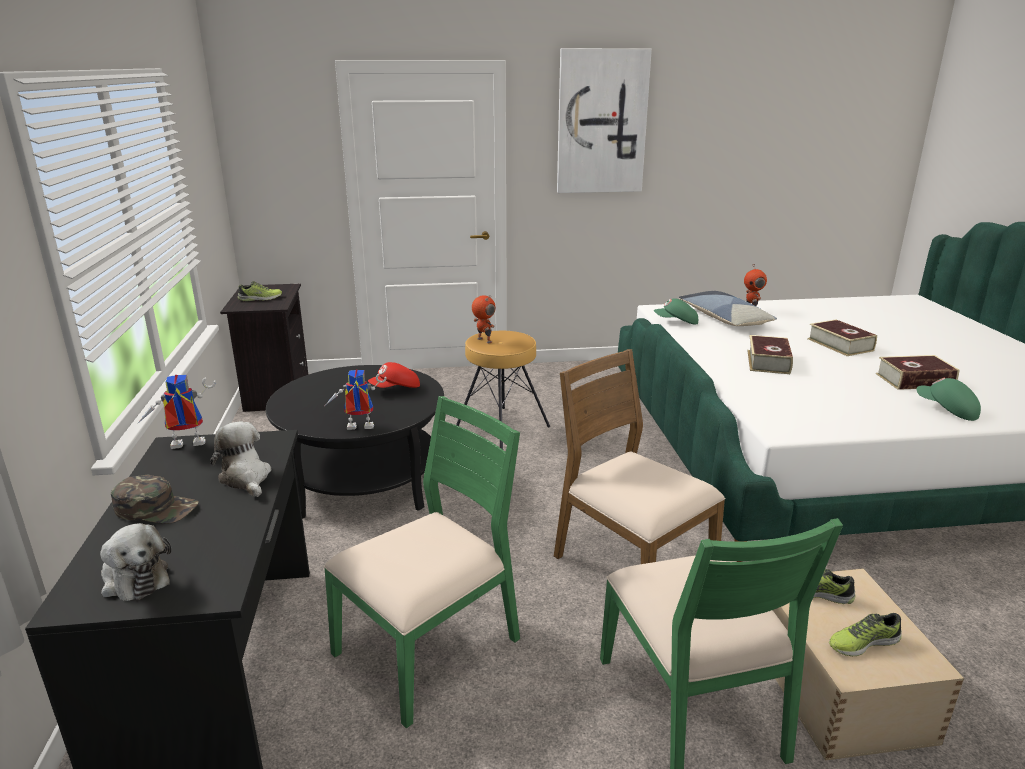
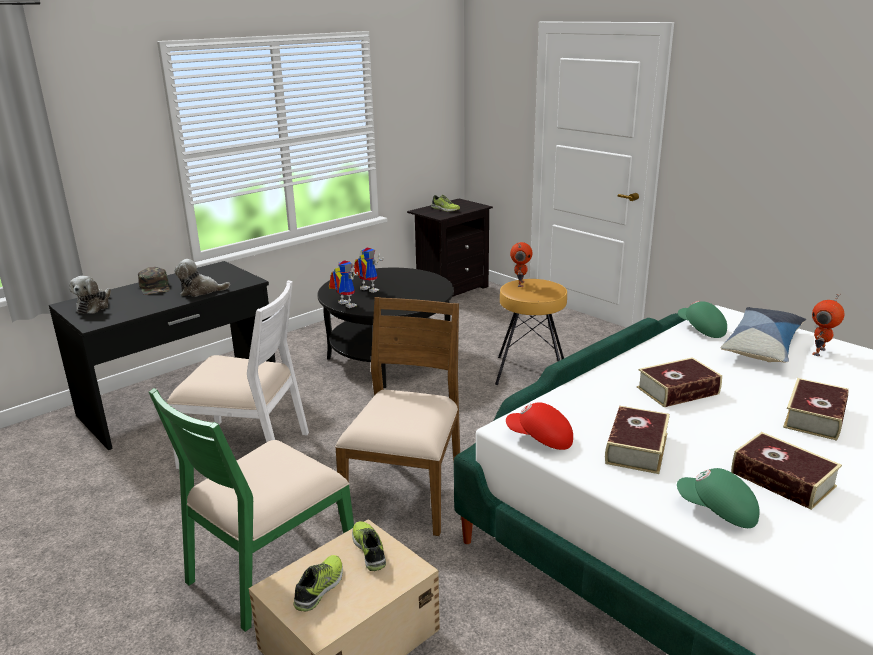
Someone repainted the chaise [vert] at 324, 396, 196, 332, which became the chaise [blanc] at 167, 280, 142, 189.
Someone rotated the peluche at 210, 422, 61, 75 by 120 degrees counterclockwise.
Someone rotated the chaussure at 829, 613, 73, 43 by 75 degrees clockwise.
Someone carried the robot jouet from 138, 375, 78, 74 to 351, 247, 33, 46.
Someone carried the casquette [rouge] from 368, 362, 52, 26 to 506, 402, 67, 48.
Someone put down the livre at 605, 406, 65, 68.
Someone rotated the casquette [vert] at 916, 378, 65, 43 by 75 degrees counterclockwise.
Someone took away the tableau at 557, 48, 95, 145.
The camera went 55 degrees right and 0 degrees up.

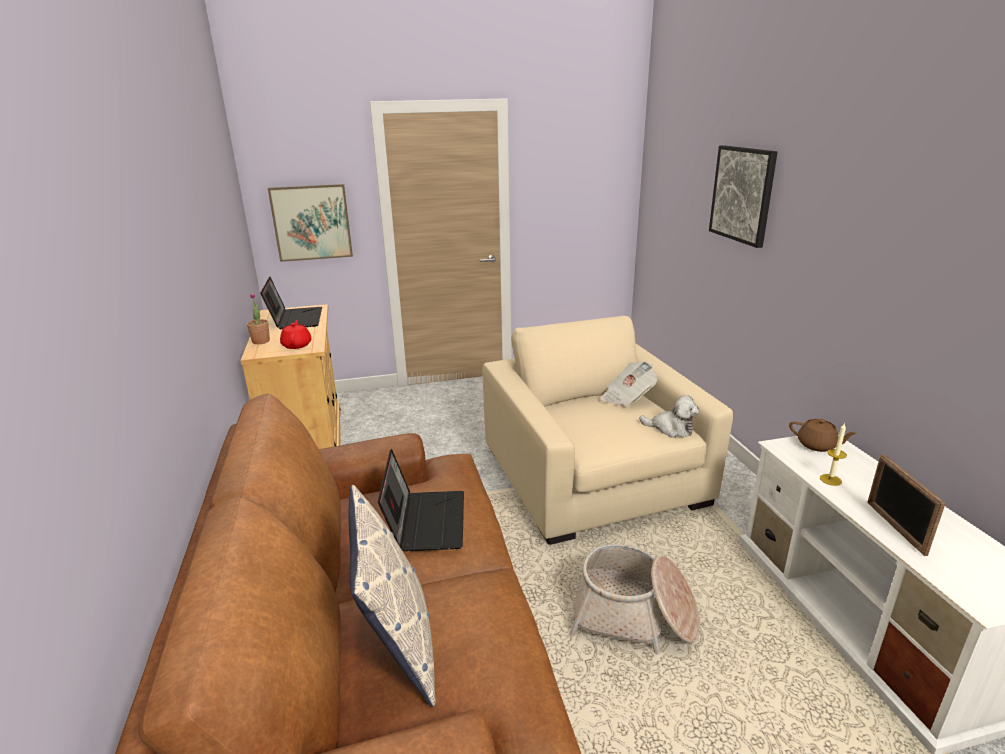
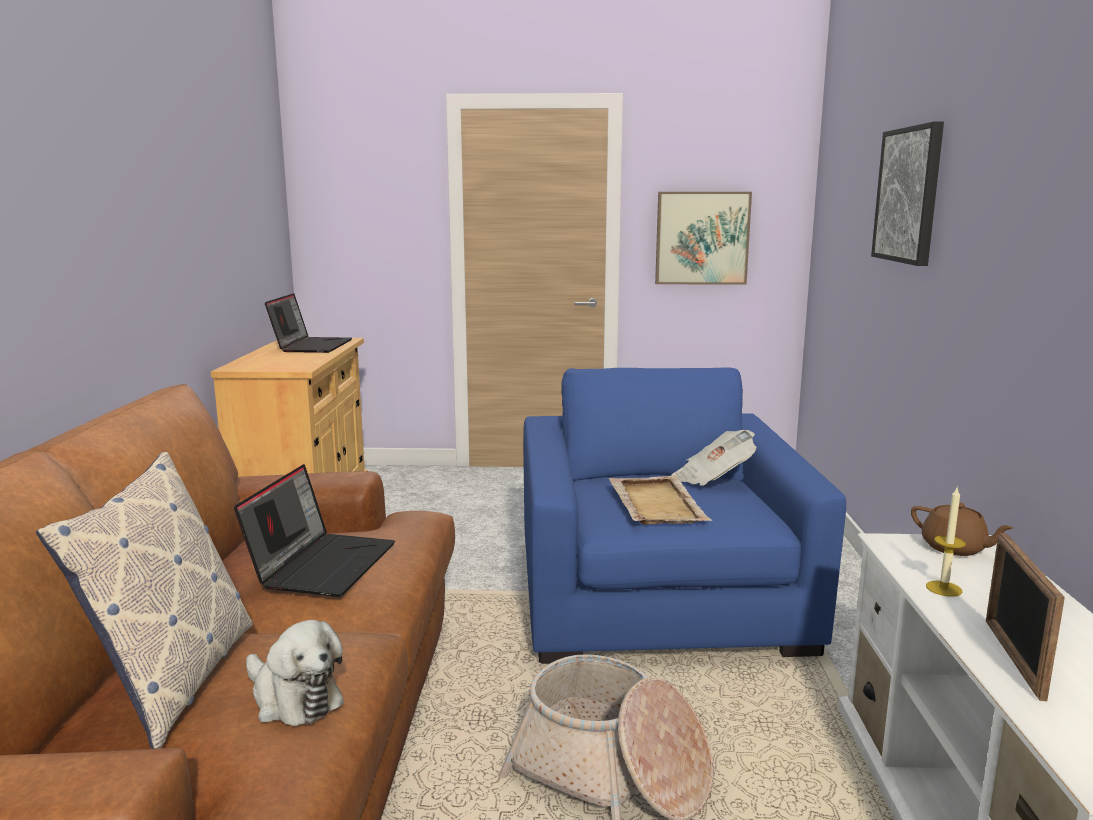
Someone carried the peluche from 639, 395, 60, 43 to 246, 620, 98, 106.
Someone repainted the fauteuil [beige] at 483, 316, 250, 229, which became the fauteuil [bleu] at 523, 367, 323, 297.
Someone put down the plateau [beige] at 609, 476, 103, 49.
Someone carried the tableau from 268, 184, 85, 78 to 655, 192, 97, 93.
Someone took away the plante en pot at 247, 292, 23, 52.
Someone took away the théière [rouge] at 280, 320, 31, 29.
The camera went 15 degrees right and 10 degrees down.

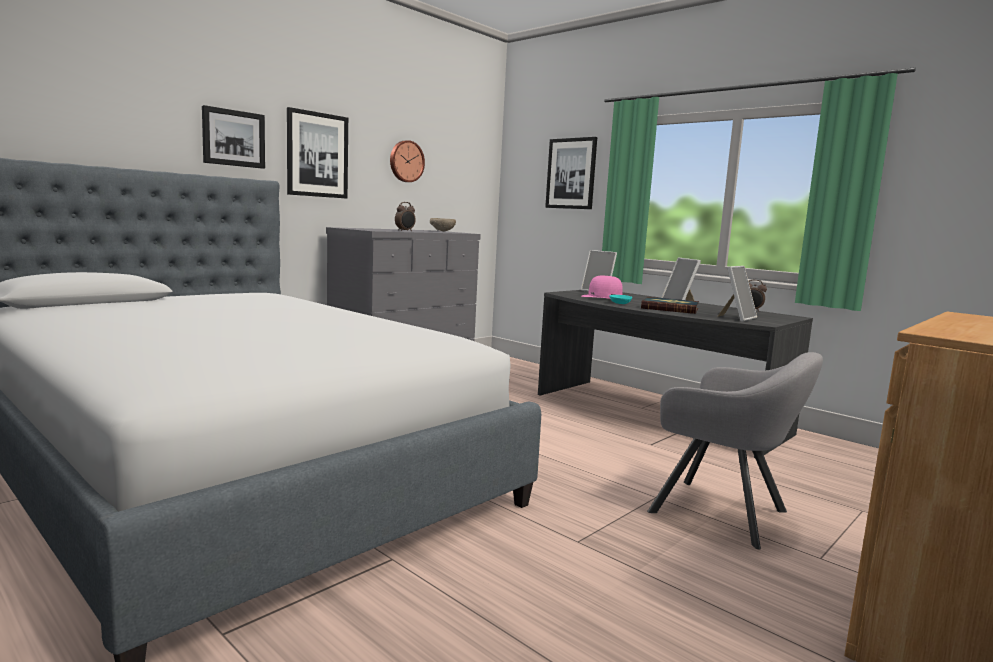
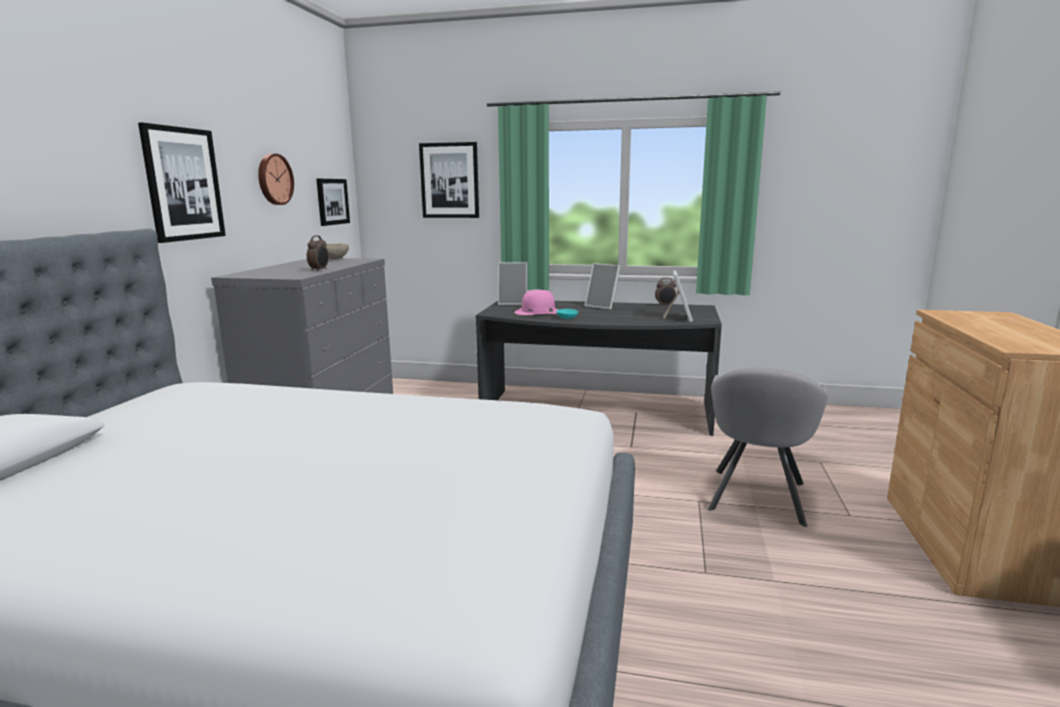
Someone carried the tableau from 202, 105, 63, 64 to 316, 179, 34, 47.
Someone rotated the fauteuil [gris] at 647, 352, 176, 198 by 105 degrees clockwise.
Someone took away the livre at 641, 297, 58, 17.
The camera went 30 degrees left and 5 degrees up.

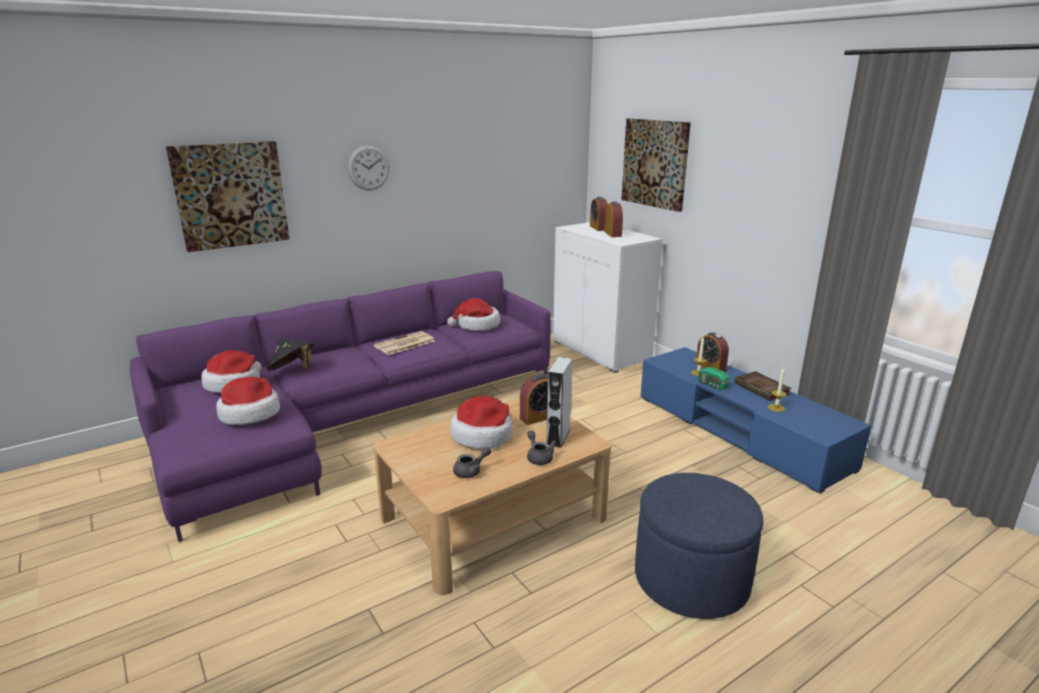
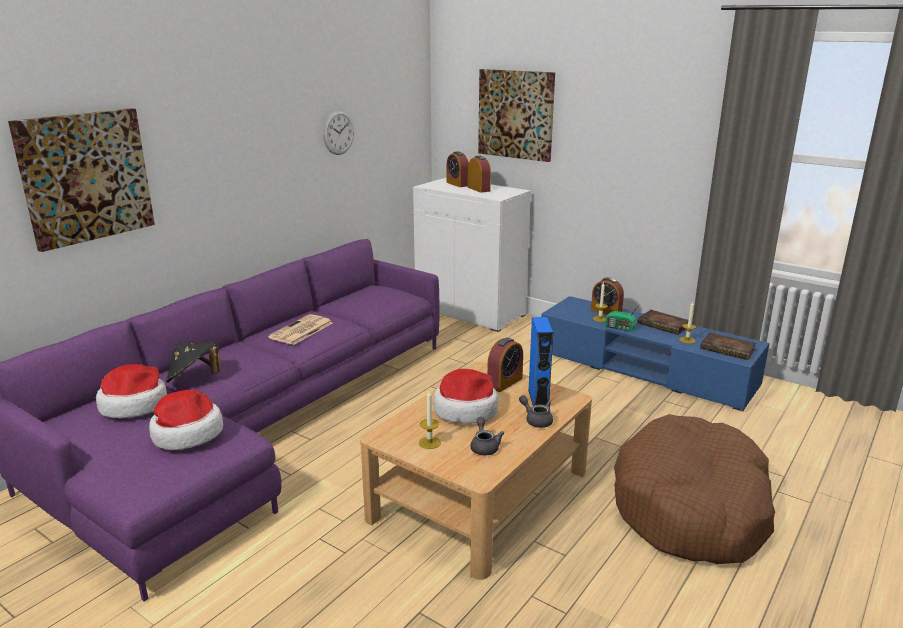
Someone carried the horloge murale from 348, 145, 42, 46 to 323, 110, 31, 45.
Someone put down the bougie at 419, 391, 22, 58.
Someone rotated the théière [gris] at 453, 447, 38, 31 by 45 degrees counterclockwise.
Someone repainted the enceinte [gris] at 546, 357, 26, 91, which became the enceinte [bleu] at 528, 317, 25, 89.
Someone swapped the pouf [bleu] at 635, 473, 128, 146 for the panier pour chien [marron] at 614, 414, 161, 150.
Someone put down the livre at 700, 332, 56, 28.
Someone took away the chapeau at 447, 298, 53, 33.
The camera went 20 degrees left and 0 degrees up.

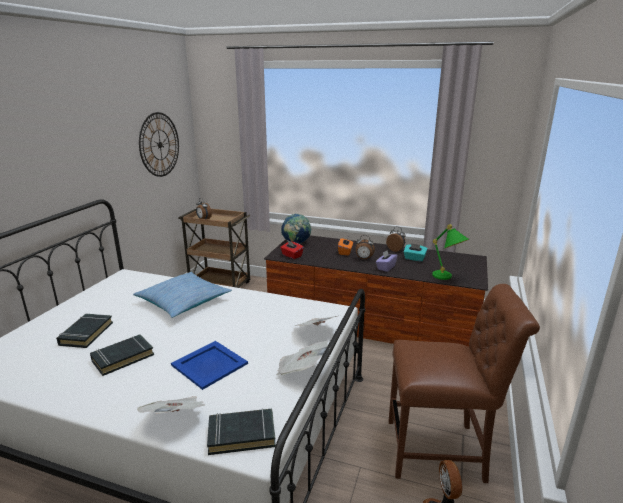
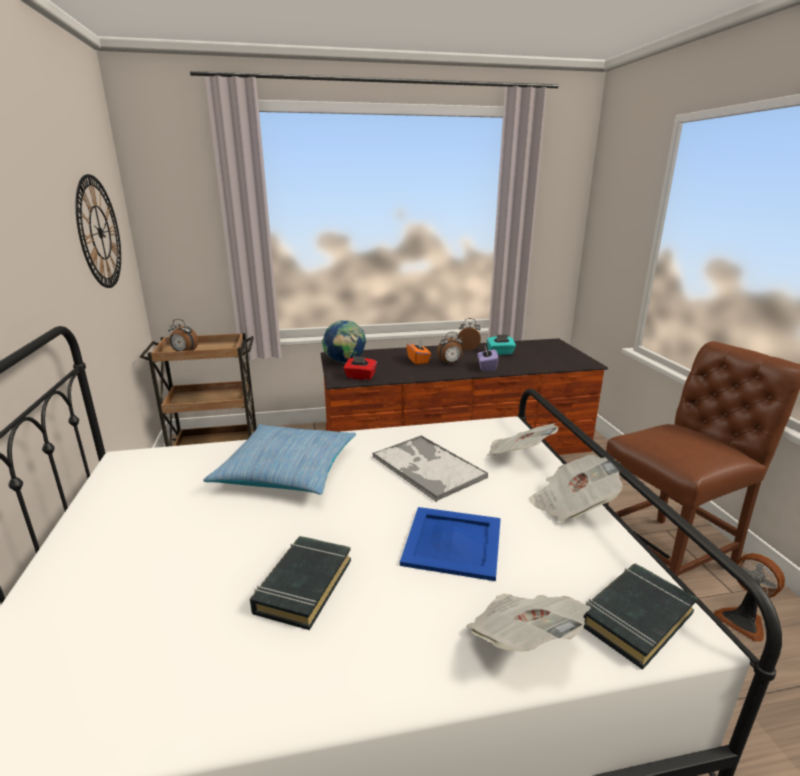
Someone put down the plateau at 372, 435, 116, 67.
Someone took away the livre [noir] at 56, 314, 57, 34.
Someone took away the lampe de table [vert] at 432, 224, 37, 56.
The camera went 30 degrees left and 0 degrees up.

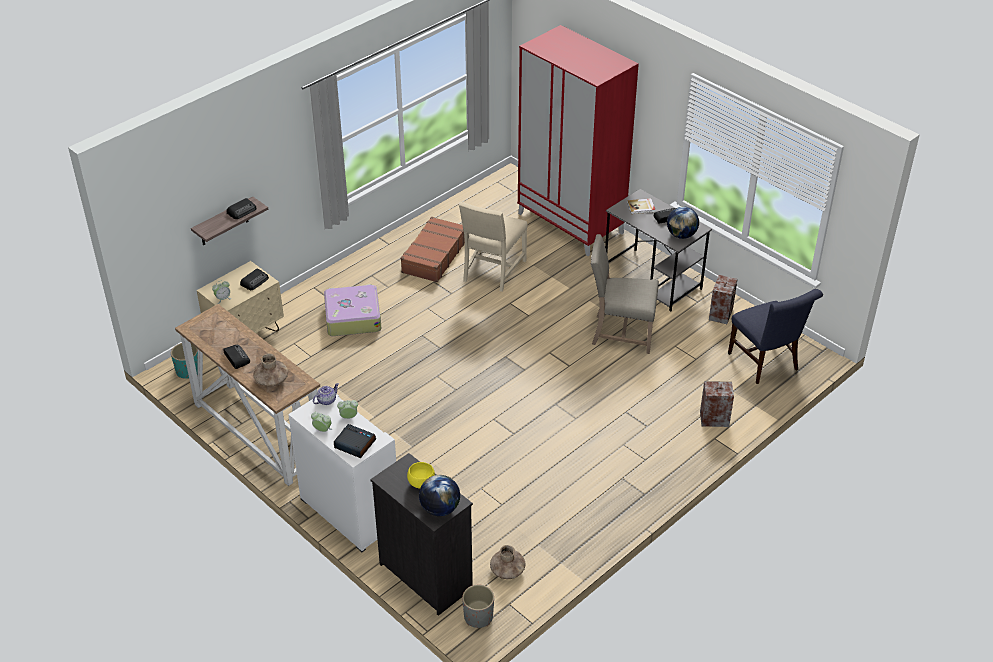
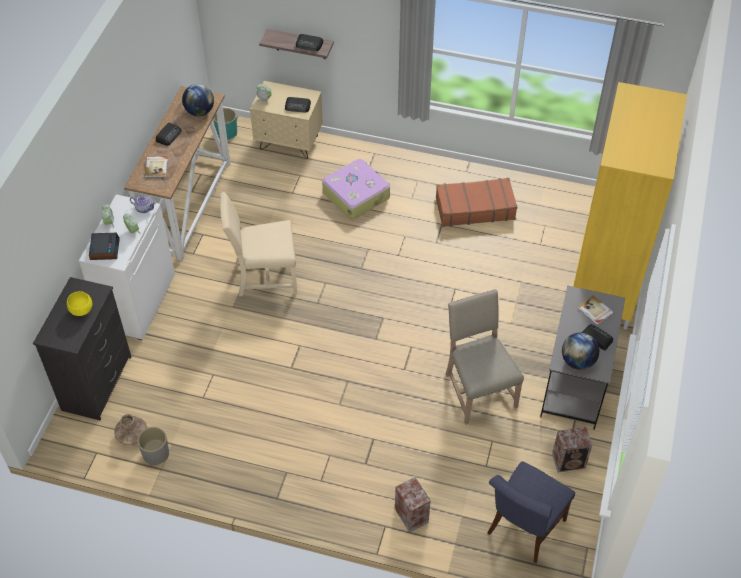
Someone carried the cache-pot [gris] from 462, 585, 32, 43 to 137, 427, 32, 38.
Someone swapped the vase [marron] at 254, 353, 34, 34 for the livre at 145, 156, 23, 22.
Someone carried the globe from 419, 475, 41, 41 to 182, 84, 32, 32.
Someone carried the chaise [beige] from 459, 202, 69, 90 to 220, 192, 77, 104.
Someone repainted the armoire [rouge] at 517, 25, 122, 231, which became the armoire [jaune] at 573, 82, 114, 248.
The camera went 60 degrees right and 10 degrees up.

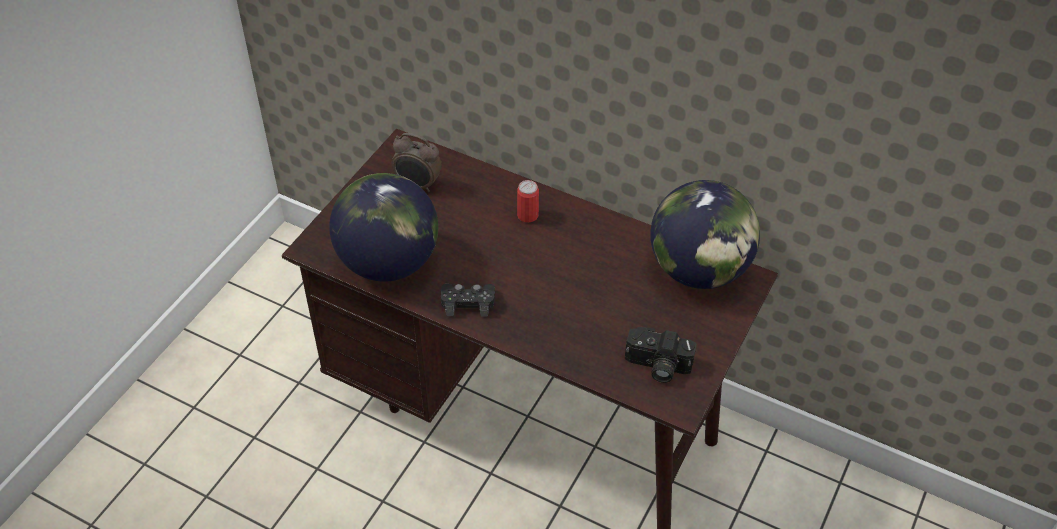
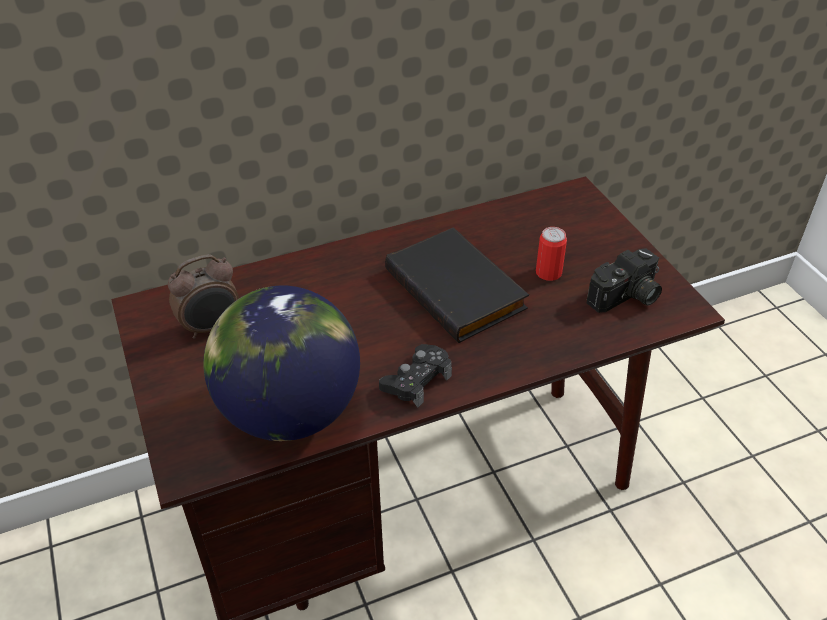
Someone put down the livre [noir] at 385, 227, 144, 116.
Someone carried the boîte métallique from 517, 180, 22, 42 to 536, 227, 31, 54.
Someone took away the globe at 650, 180, 110, 109.
The camera went 50 degrees left and 5 degrees down.

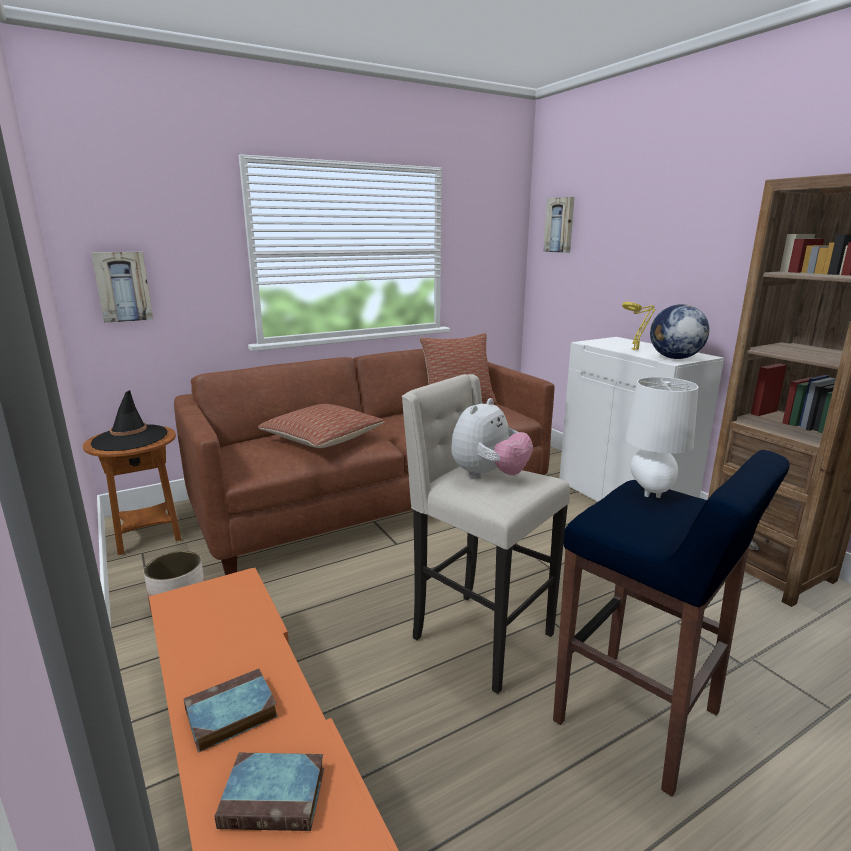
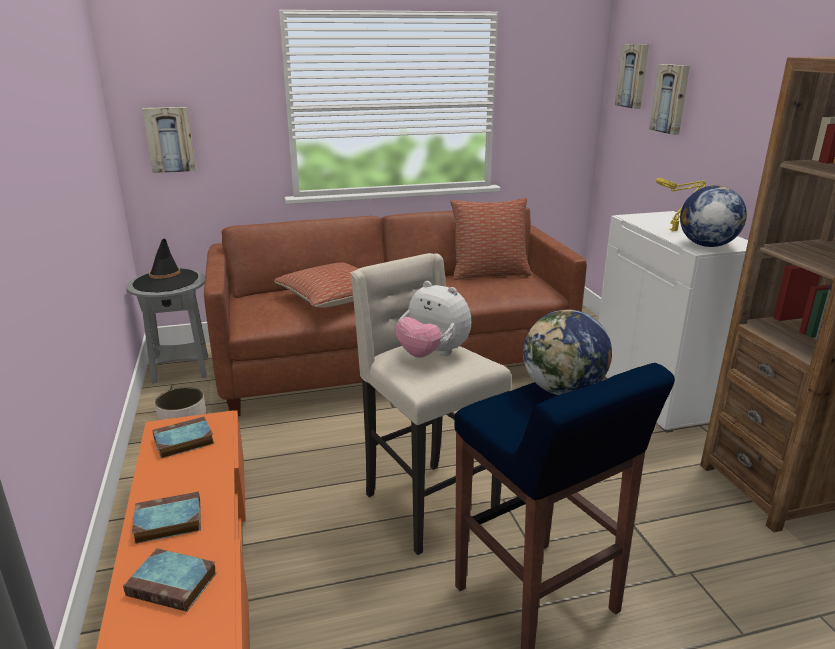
Someone repainted the table d'appoint [marron] at 83, 426, 99, 129, which became the table d'appoint [gris] at 126, 270, 82, 113.
Someone put down the livre at 152, 417, 63, 41.
Someone rotated the peluche at 451, 398, 82, 81 by 75 degrees clockwise.
Someone swapped the lampe de table [blanc] at 625, 377, 73, 121 for the globe at 523, 310, 89, 85.
Someone put up the tableau at 649, 64, 41, 71.
The camera went 15 degrees right and 5 degrees up.

